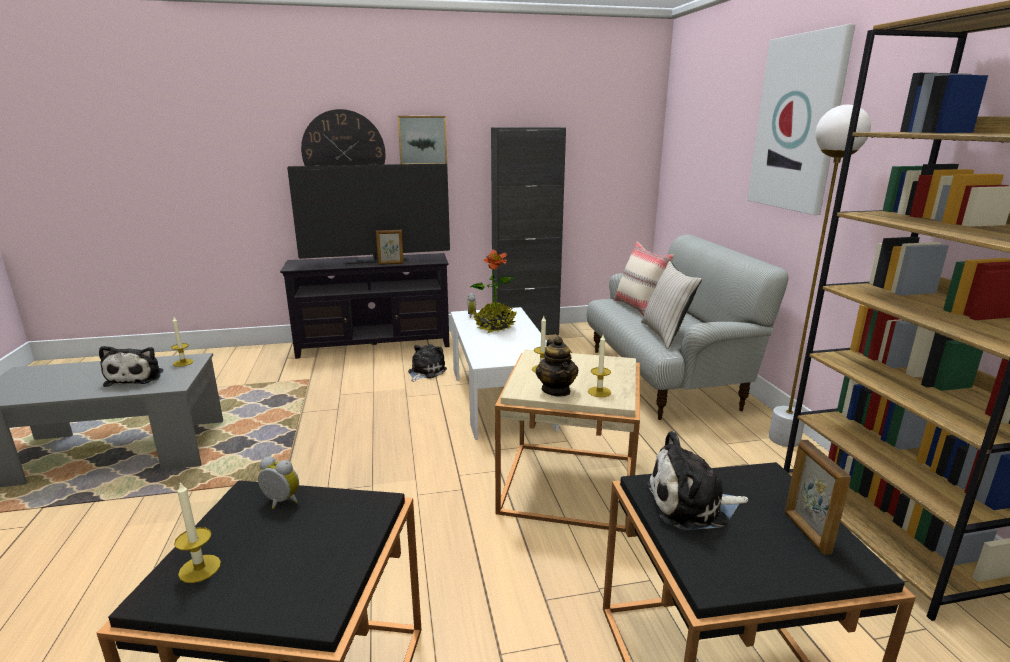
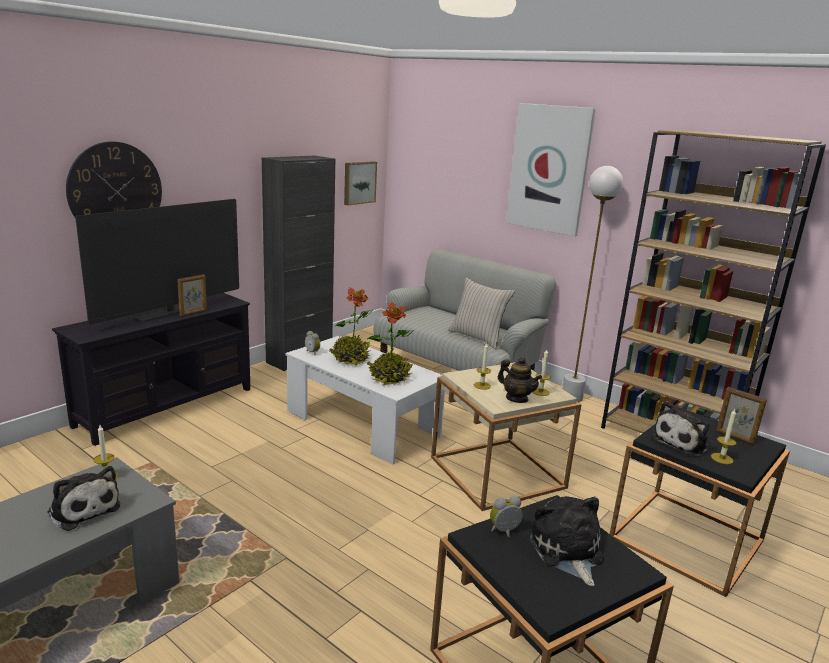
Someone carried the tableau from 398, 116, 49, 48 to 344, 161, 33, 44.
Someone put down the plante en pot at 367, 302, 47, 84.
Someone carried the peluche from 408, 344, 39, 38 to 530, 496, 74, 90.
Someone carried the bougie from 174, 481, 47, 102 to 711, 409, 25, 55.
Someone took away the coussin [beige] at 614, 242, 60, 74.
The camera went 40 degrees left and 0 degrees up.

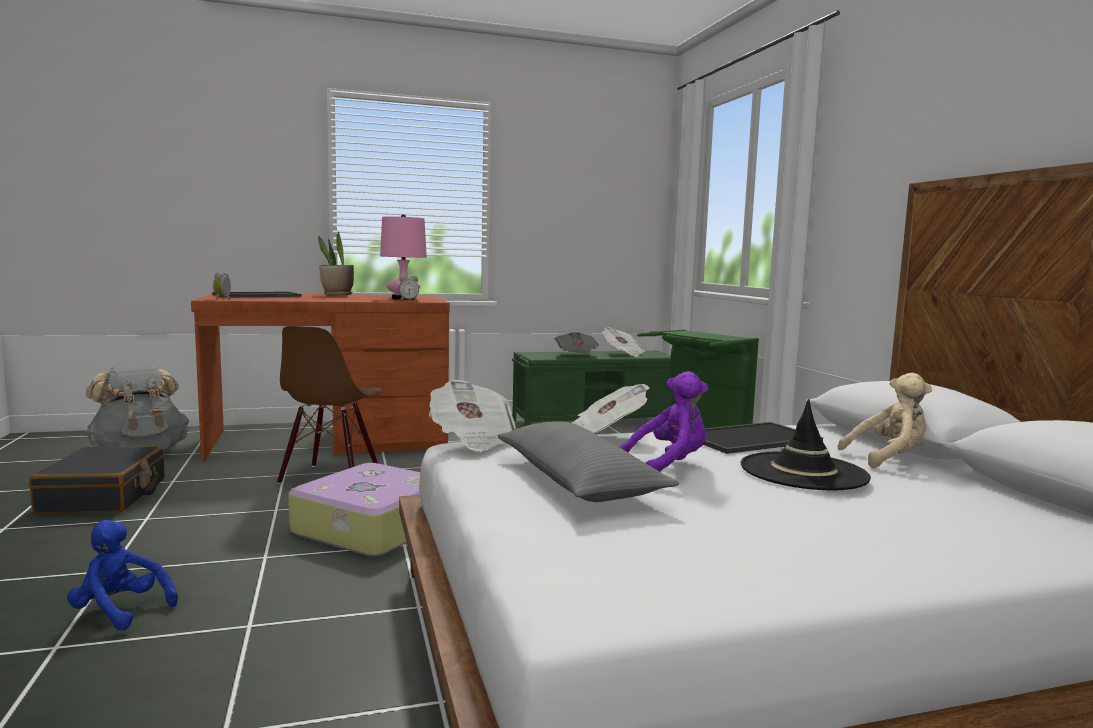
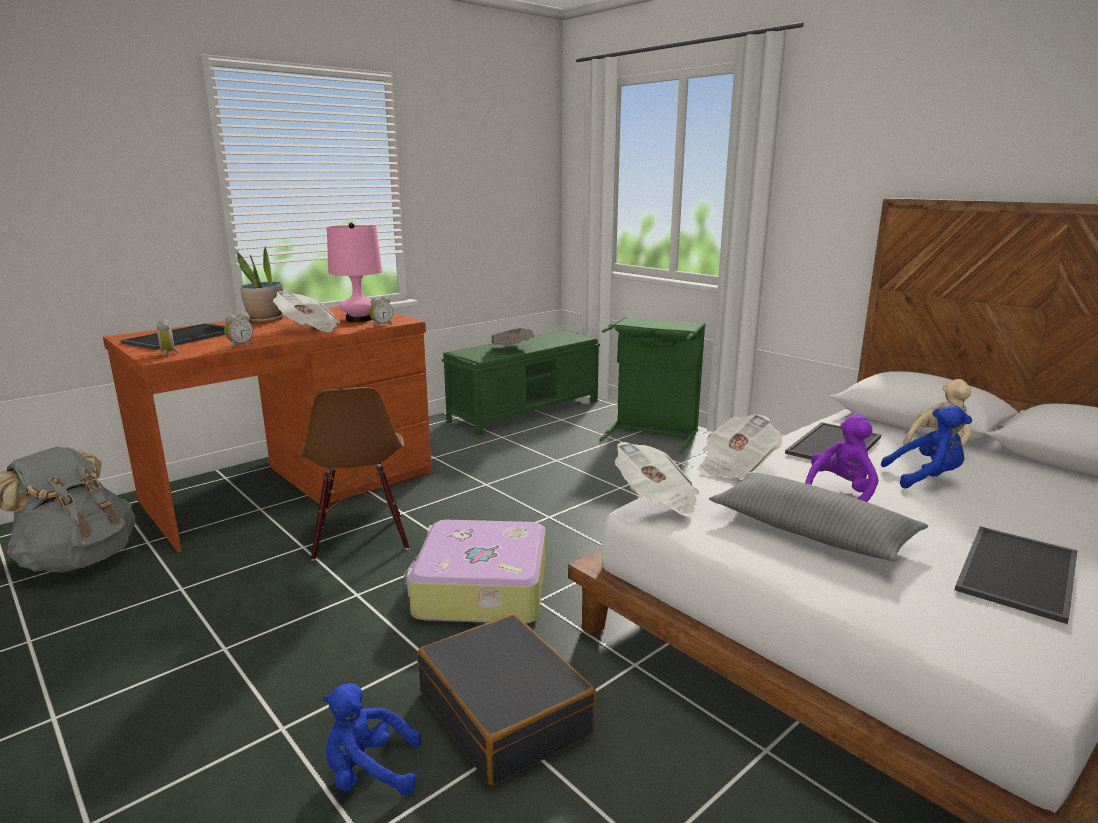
Someone put down the réveil at 224, 313, 29, 35.
Someone carried the journal from 602, 327, 43, 30 to 273, 291, 67, 41.
Someone carried the valise [noir] from 29, 446, 136, 67 to 417, 613, 180, 172.
Someone swapped the chapeau [noir] at 740, 399, 131, 91 for the peluche [bleu] at 881, 405, 91, 83.
Someone put down the plateau at 955, 526, 122, 98.
The camera went 25 degrees left and 10 degrees up.

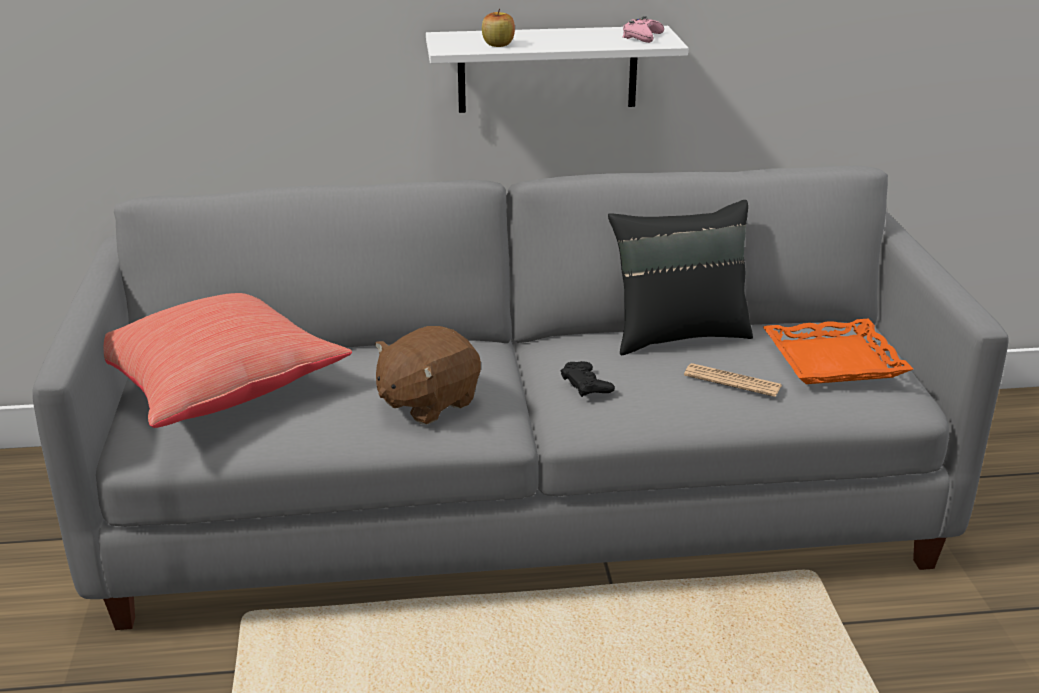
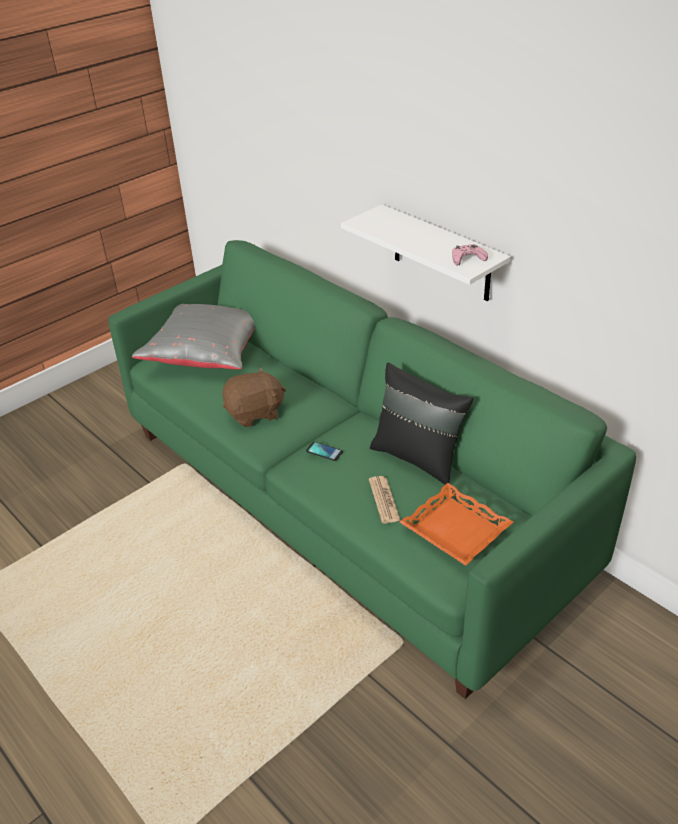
Someone repainted the canapé [gris] at 32, 166, 977, 464, which became the canapé [vert] at 108, 240, 528, 459.
Someone repainted the coussin [rouge] at 104, 293, 248, 135, which became the coussin [gris] at 132, 304, 123, 65.
Someone rotated the peluche [marron] at 375, 326, 106, 99 by 150 degrees clockwise.
Someone swapped the manette [noir] at 561, 361, 54, 36 for the téléphone at 306, 442, 37, 19.
Someone took away the pomme at 482, 8, 33, 39.
The camera went 55 degrees right and 10 degrees up.

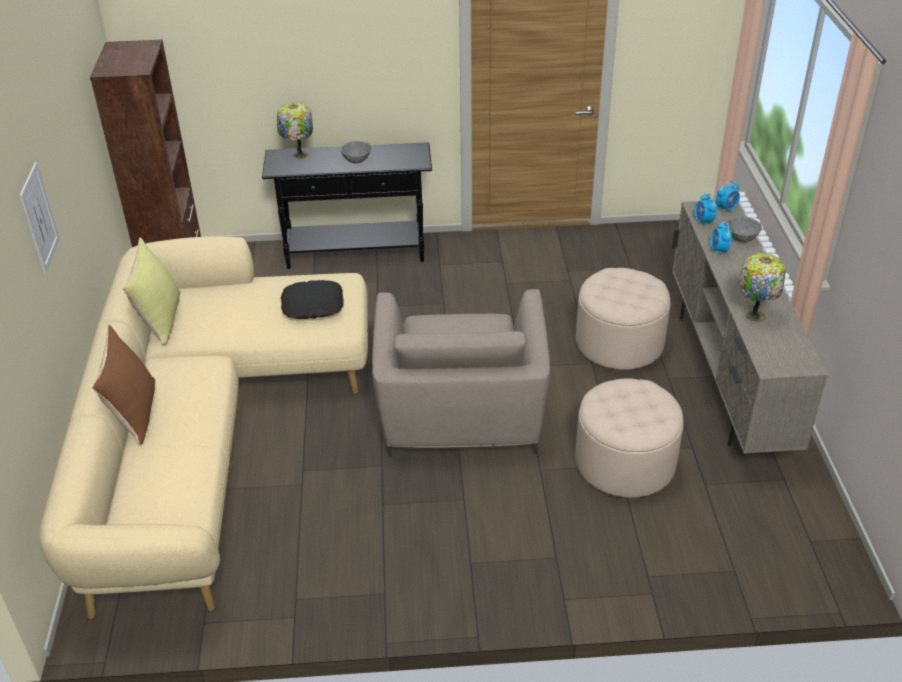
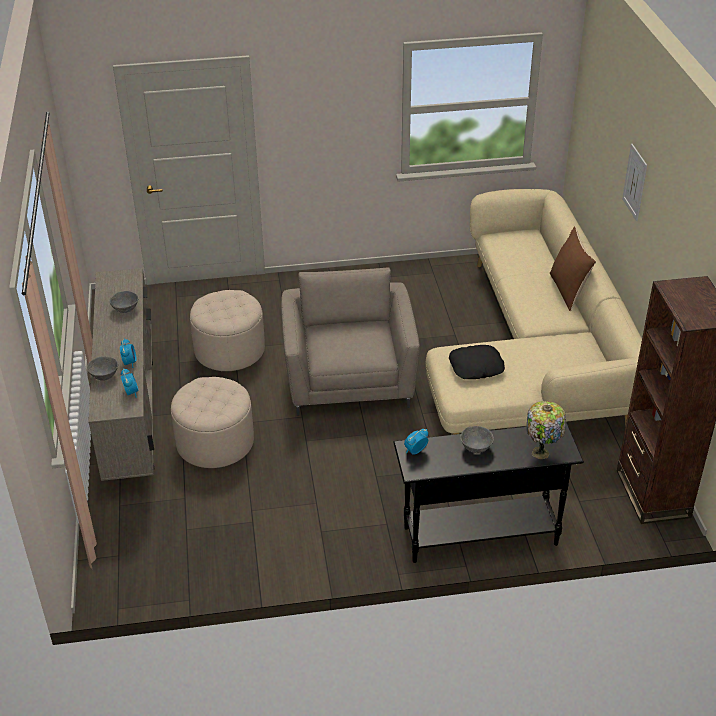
Someone swapped the lampe de table at 739, 253, 47, 69 for the bol [gris] at 109, 291, 29, 22.
Someone carried the réveil from 716, 181, 24, 33 to 404, 429, 24, 26.
Someone took away the coussin [jaune] at 122, 237, 59, 108.
The camera went 175 degrees right and 0 degrees up.

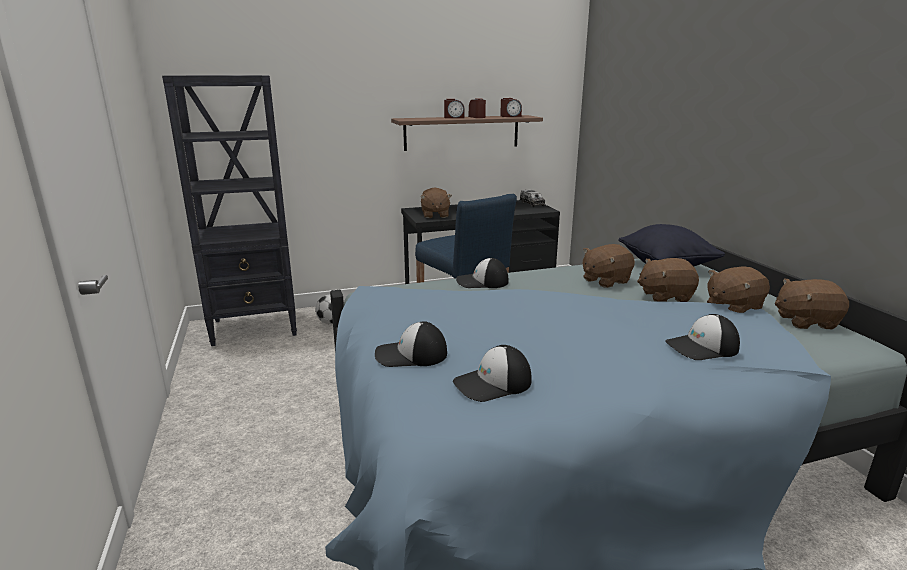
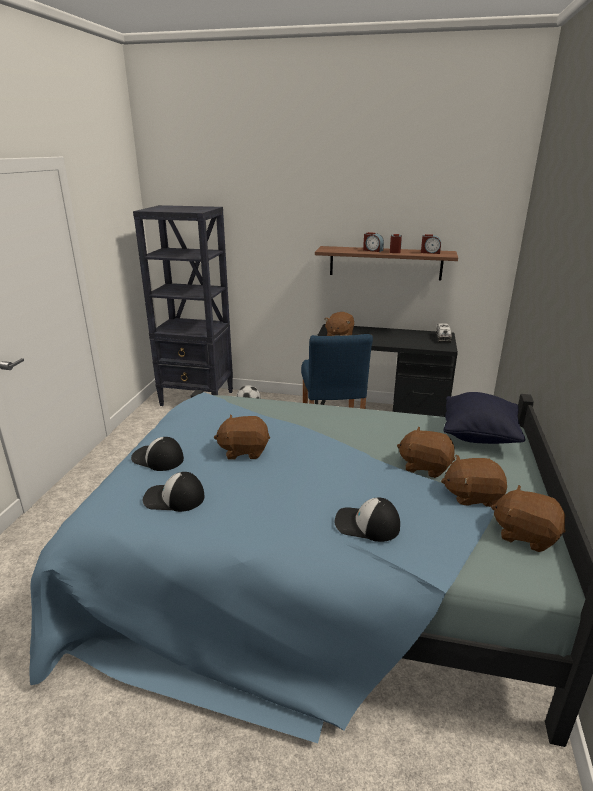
Someone carried the peluche [marron] from 583, 244, 52, 44 to 214, 414, 56, 46.
Someone took away the casquette at 456, 258, 52, 30.
The camera went 30 degrees right and 5 degrees up.

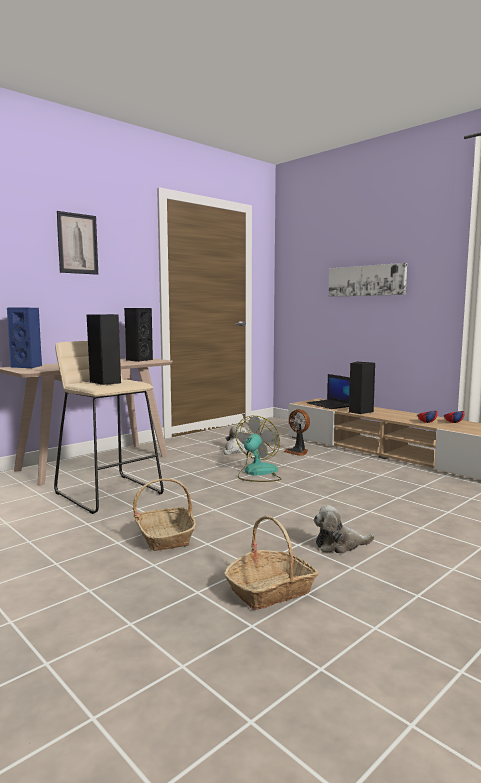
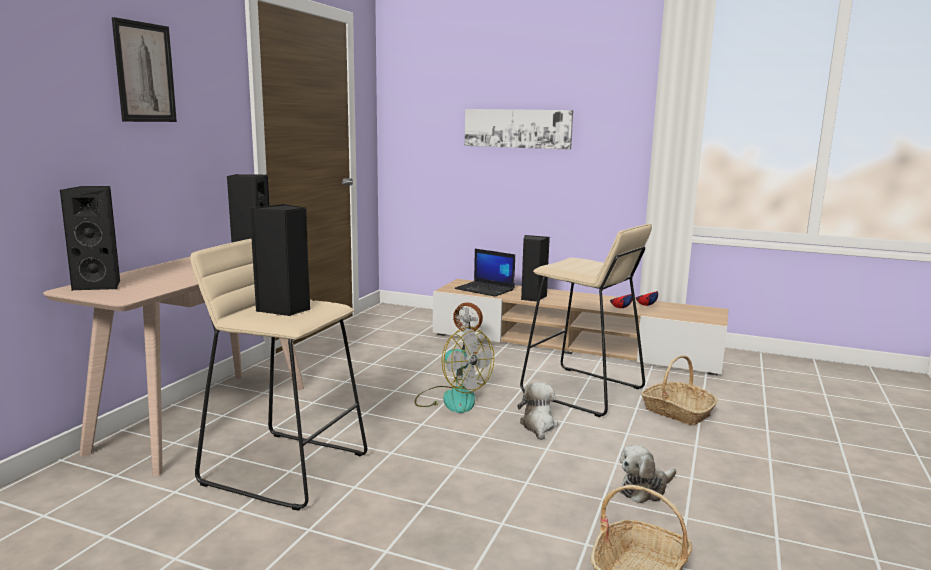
Someone repainted the enceinte [bleu] at 7, 308, 35, 60, which became the enceinte [noir] at 60, 186, 60, 105.
Someone rotated the ventilateur at 236, 416, 46, 66 by 135 degrees clockwise.
Someone carried the peluche from 224, 425, 23, 30 to 518, 382, 40, 58.
Someone put down the tabouret [beige] at 520, 224, 132, 193.
Someone carried the panier from 133, 478, 63, 73 to 641, 355, 77, 70.
The camera went 25 degrees left and 5 degrees up.

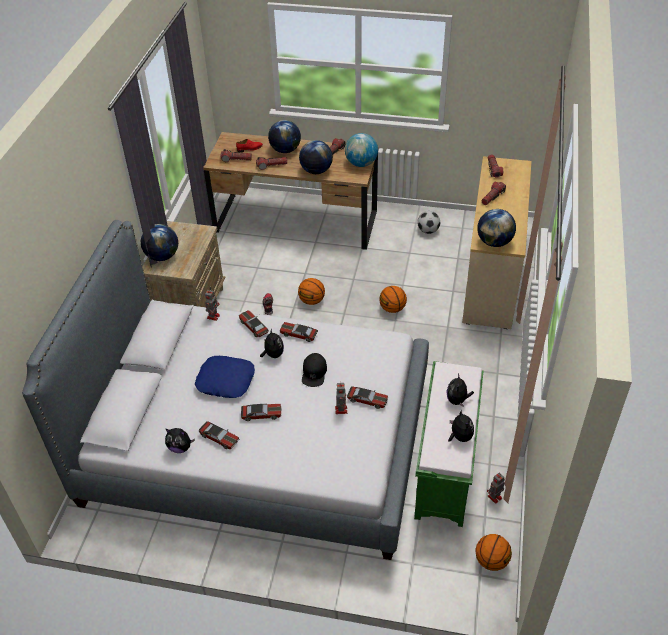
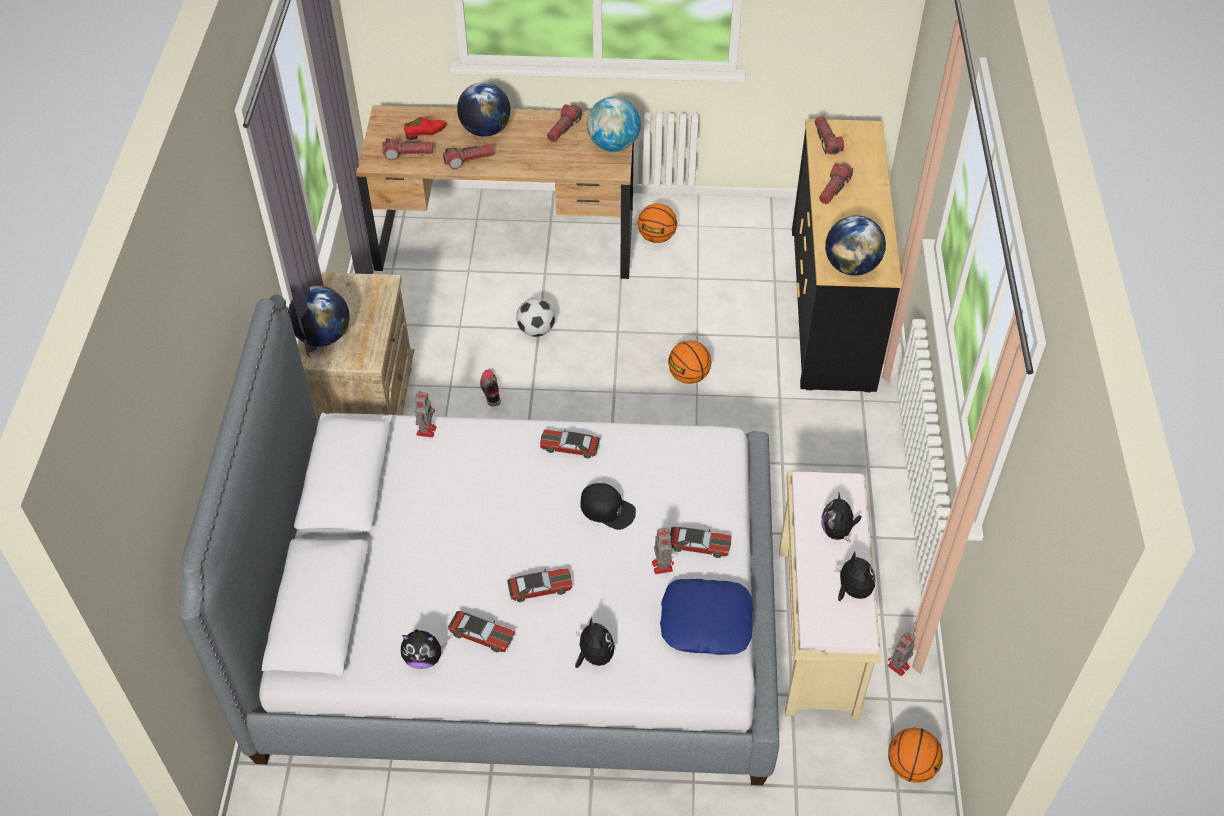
Someone carried the ballon de foot from 417, 211, 23, 23 to 516, 298, 39, 39.
Someone carried the peluche from 260, 328, 24, 30 to 575, 617, 39, 51.
Someone rotated the casquette [noir] at 302, 353, 25, 34 by 60 degrees counterclockwise.
Someone carried the ballon de basket from 298, 278, 27, 27 to 638, 203, 39, 40.
Someone carried the coussin [bleu] from 195, 356, 60, 42 to 660, 579, 93, 76.
Someone repainted the banc [vert] at 414, 361, 70, 166, which became the banc [beige] at 779, 470, 102, 249.
Someone repainted the commode [beige] at 462, 156, 70, 173, which became the commode [noir] at 792, 119, 110, 273.
Someone took away the petite voiture at 239, 310, 30, 27.
Someone took away the globe at 299, 140, 34, 34.
The camera went 10 degrees left and 5 degrees up.

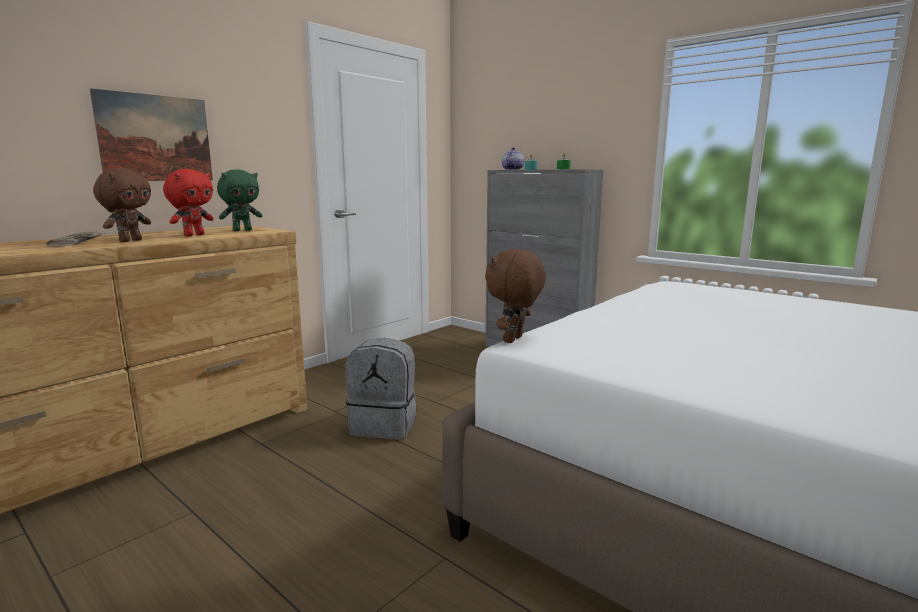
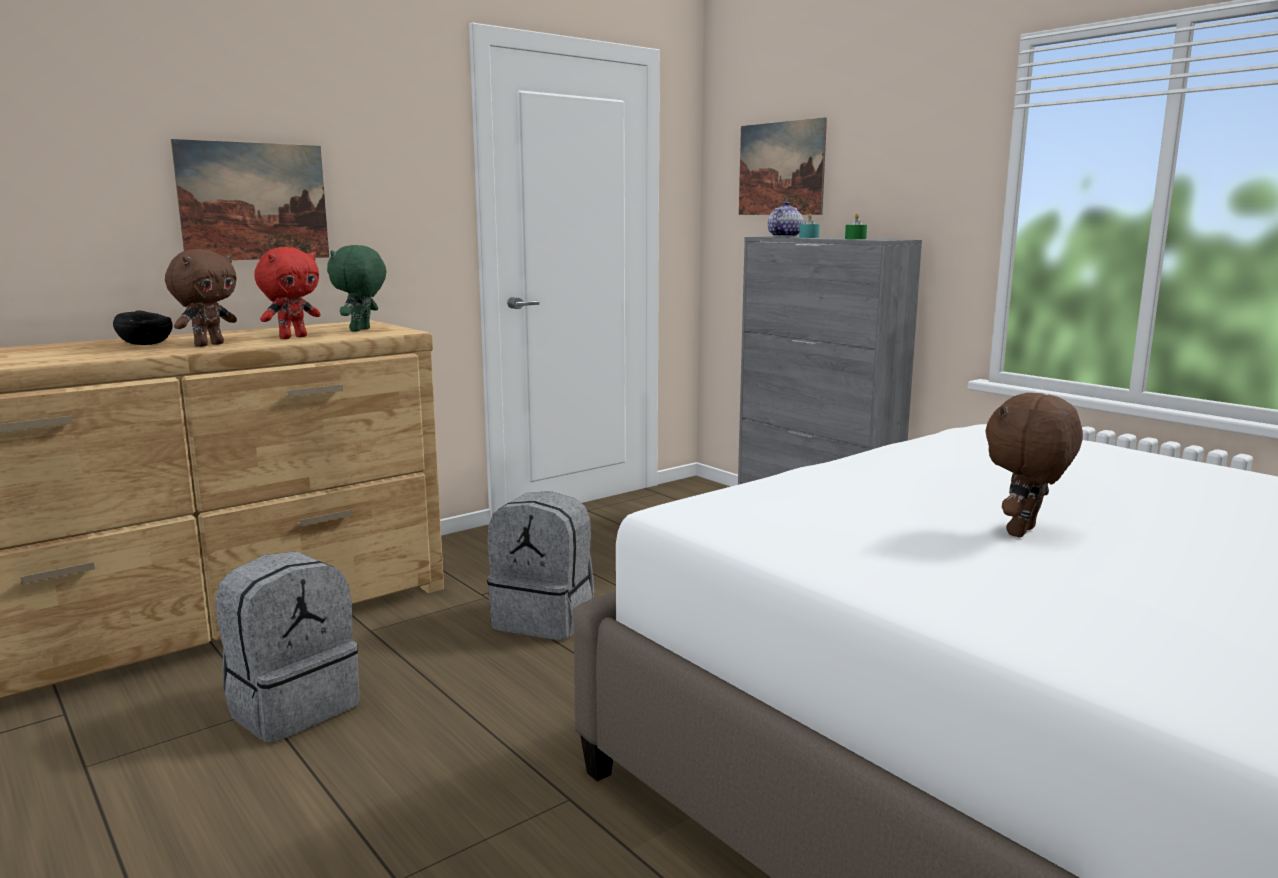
Someone swapped the journal at 46, 232, 59, 15 for the bol [noir] at 113, 310, 60, 35.
Someone put down the sac à dos [gris] at 215, 551, 145, 192.
Someone rotated the peluche [vert] at 217, 169, 46, 62 by 135 degrees clockwise.
Someone put up the tableau at 739, 117, 88, 98.
Someone carried the peluche [marron] from 485, 249, 61, 94 to 985, 393, 98, 144.
The camera went 10 degrees right and 0 degrees up.

